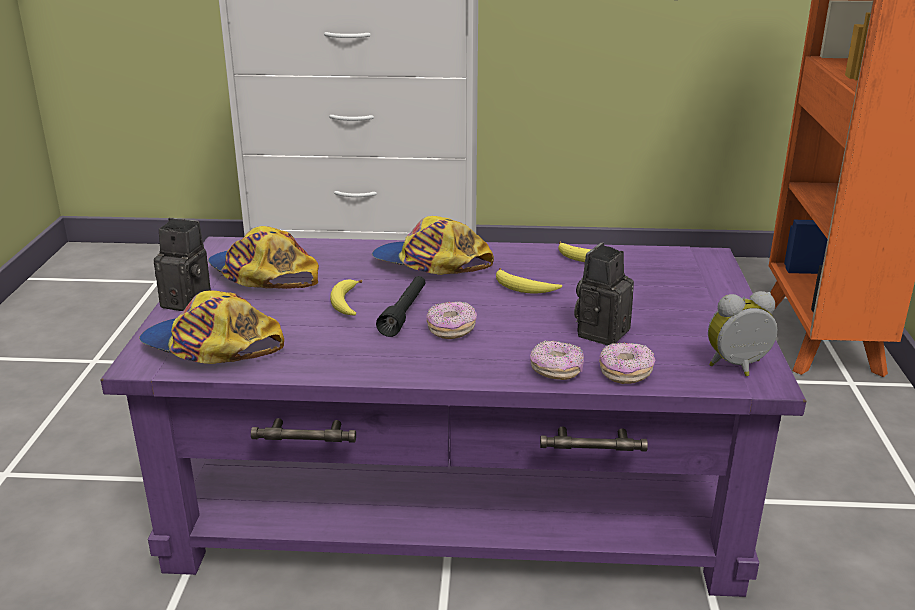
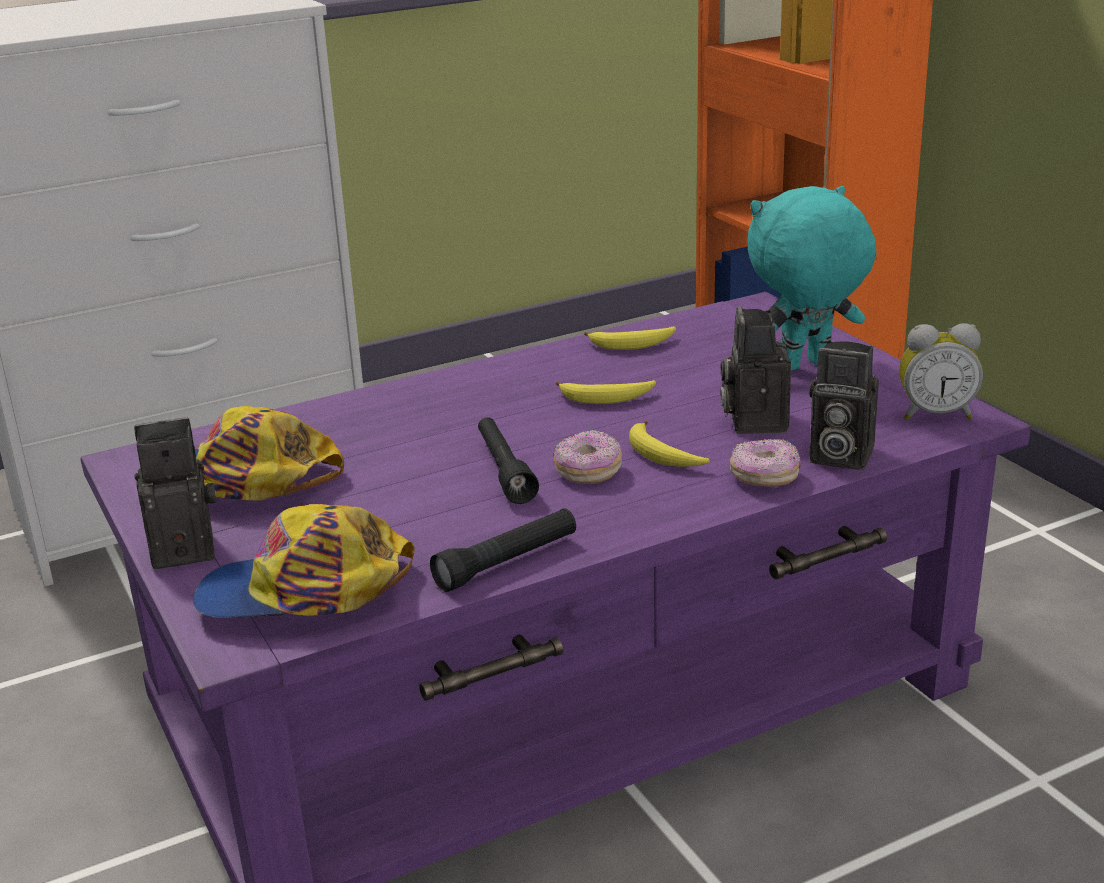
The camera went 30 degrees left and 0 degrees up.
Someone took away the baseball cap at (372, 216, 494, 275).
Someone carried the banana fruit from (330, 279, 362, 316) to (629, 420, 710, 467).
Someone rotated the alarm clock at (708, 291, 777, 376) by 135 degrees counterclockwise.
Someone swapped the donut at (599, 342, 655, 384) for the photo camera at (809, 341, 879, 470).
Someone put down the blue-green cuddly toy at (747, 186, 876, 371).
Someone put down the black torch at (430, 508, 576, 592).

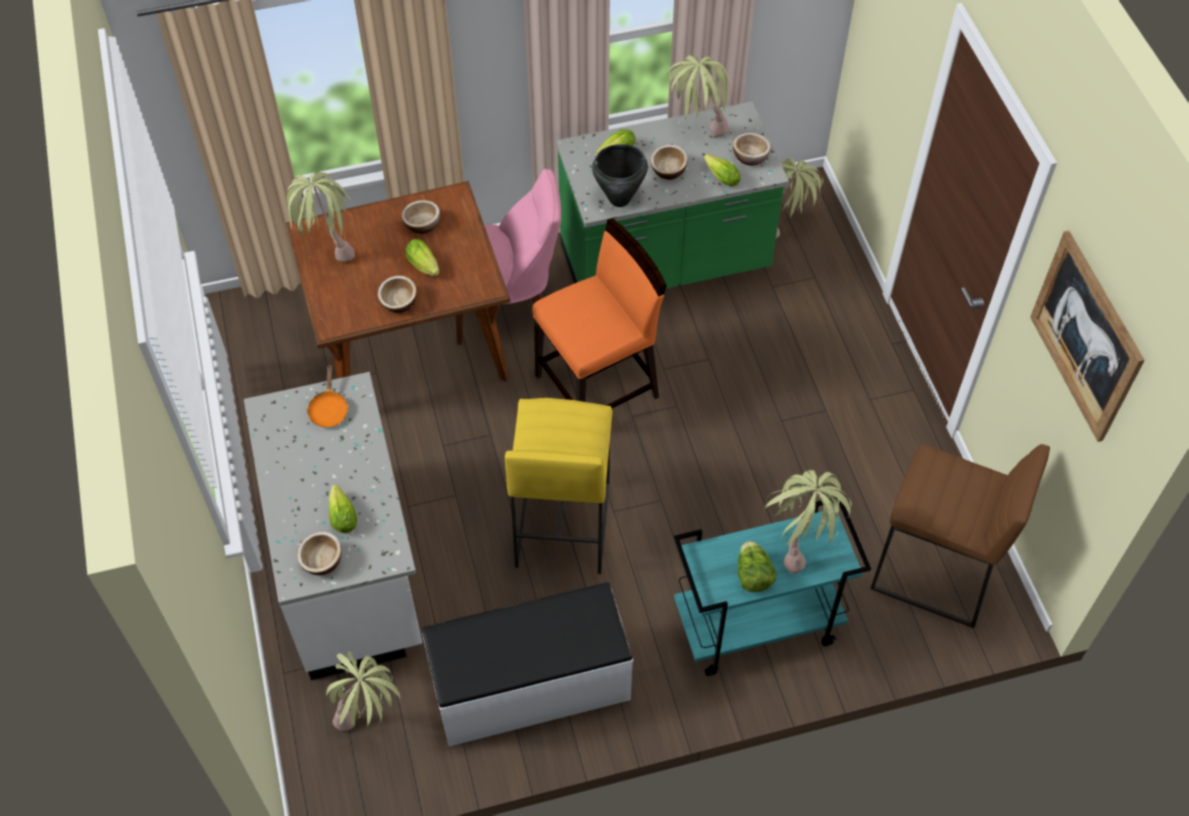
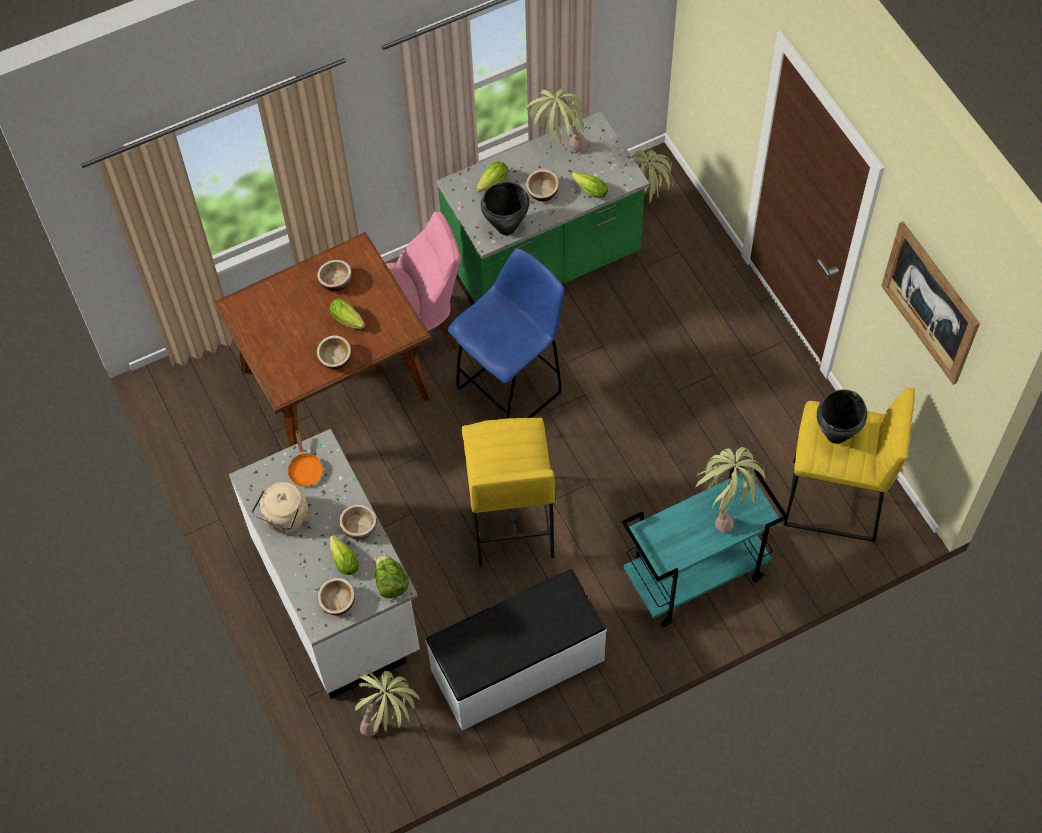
The camera went 10 degrees left and 5 degrees up.
Someone carried the bowl from (733, 133, 771, 166) to (339, 504, 377, 540).
Someone took away the plant in a pot at (285, 171, 355, 262).
Someone swapped the orange-coloured plain chair at (532, 218, 667, 408) for the blue stool seat at (448, 248, 564, 418).
Someone repainted the brownish stool seat at (871, 444, 1050, 628), which became the yellow-coloured stool seat at (783, 388, 915, 542).
Someone carried the lettuce head from (738, 541, 776, 592) to (375, 554, 409, 599).
Someone put down the black saucepot at (817, 389, 867, 444).
Someone put down the sand-coloured tea kettle at (252, 482, 313, 533).

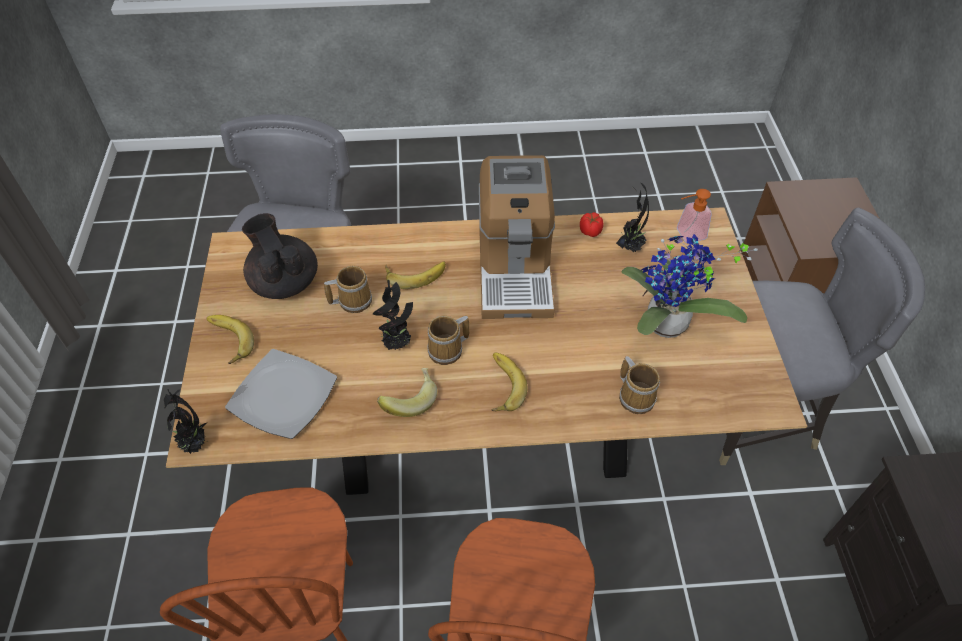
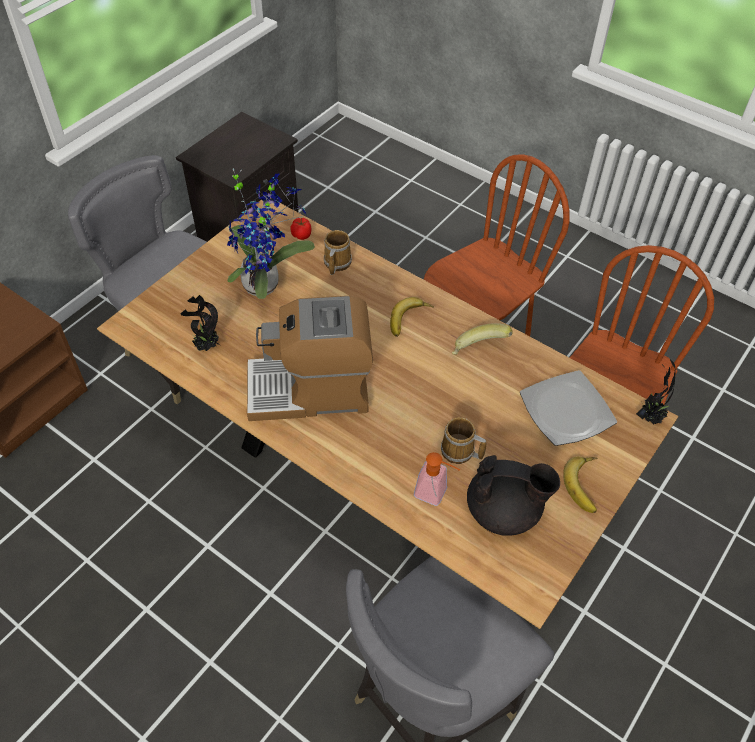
The camera went 140 degrees left and 0 degrees up.
Someone rotated the coffee machine at (479, 155, 555, 319) by 135 degrees counterclockwise.
Someone carried the soap dispenser from (677, 189, 712, 243) to (414, 452, 460, 506).
Someone carried the fresh tomato from (580, 212, 603, 237) to (290, 218, 311, 240).
Someone rotated the black teapot at (242, 213, 318, 299) by 90 degrees counterclockwise.
Someone took away the banana fruit at (385, 261, 446, 289).
Someone took away the plant in a pot at (373, 280, 413, 350).
Someone took away the tea mug at (427, 316, 470, 365).

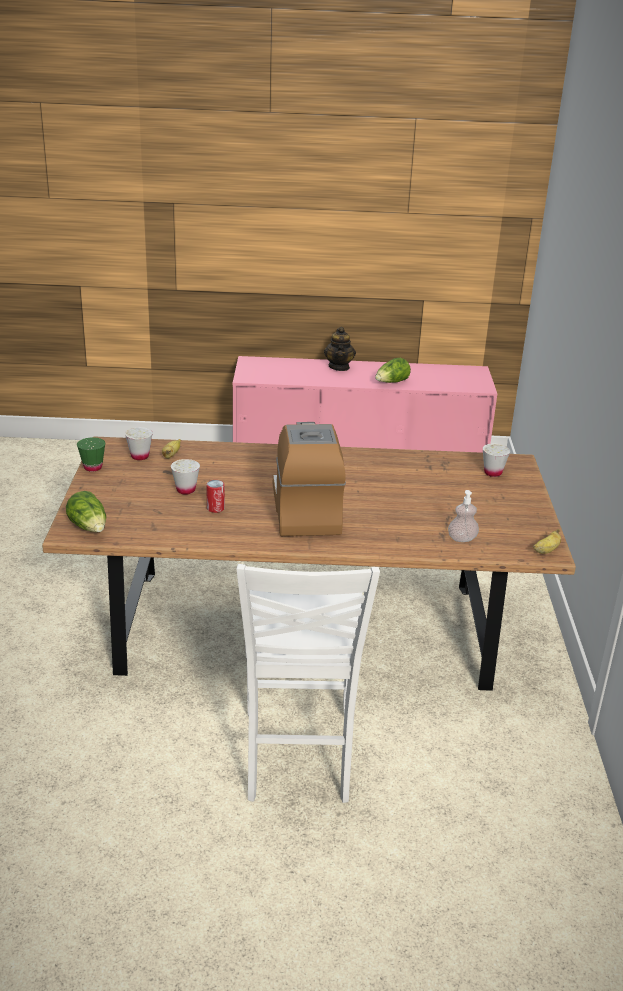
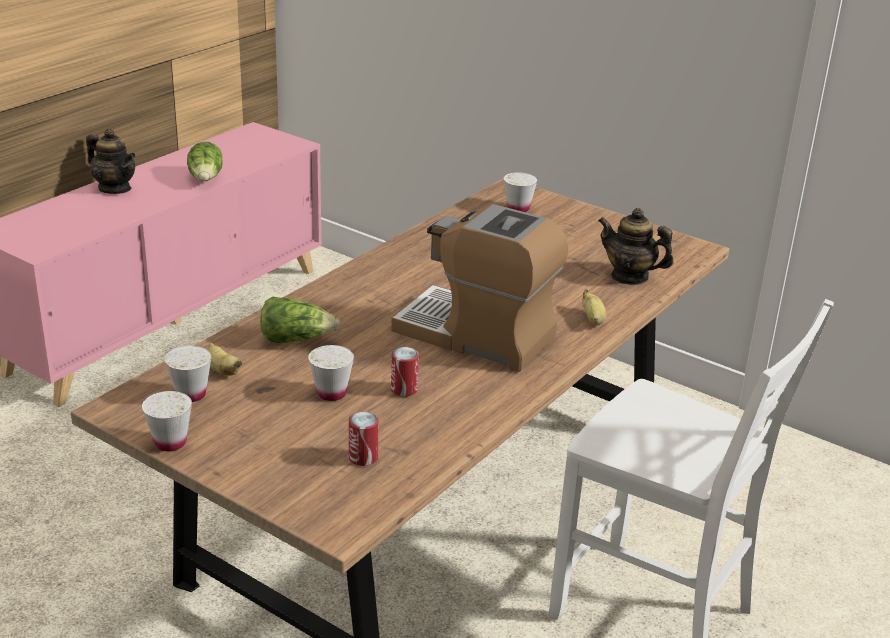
The camera went 55 degrees left and 0 degrees up.
Someone repainted the green-coloured drinking cup at (77, 437, 105, 472), which became the white drinking cup at (142, 391, 192, 451).
Someone swapped the soap dispenser at (448, 490, 479, 542) for the teapot at (598, 208, 674, 285).
Someone carried the lettuce head from (66, 491, 106, 532) to (261, 297, 340, 343).
Someone carried the banana fruit from (533, 529, 561, 554) to (582, 289, 606, 325).
Someone put down the metal can at (349, 412, 379, 466).

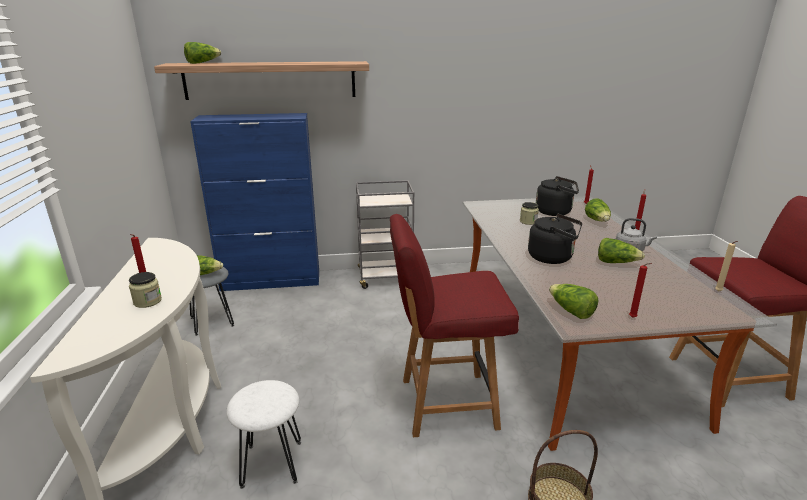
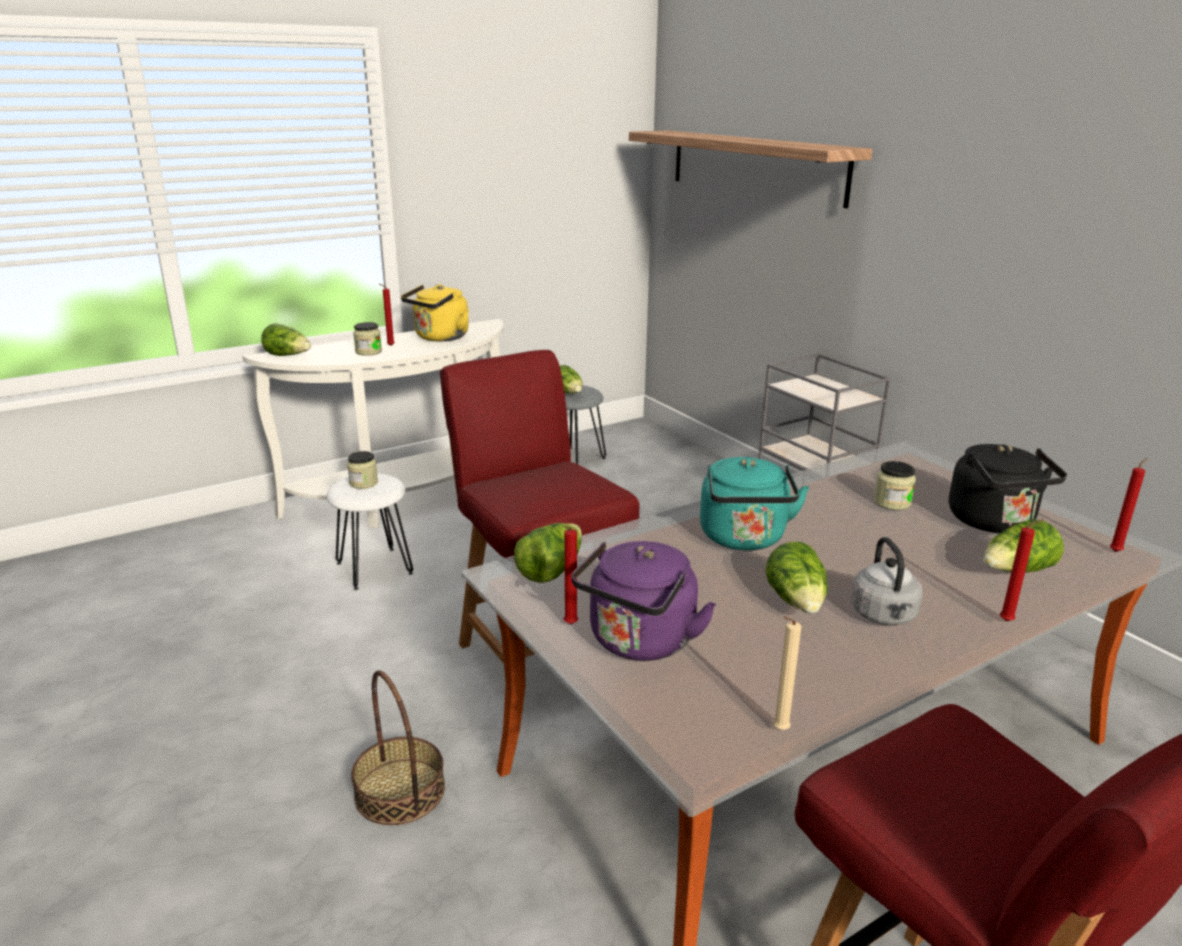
The camera went 65 degrees right and 0 degrees up.
Someone carried the lettuce head from (184, 42, 221, 64) to (261, 323, 311, 356).
Someone took away the blue cabinet at (190, 113, 319, 291).
Someone repainted the black tea kettle at (528, 213, 582, 264), which became the blue-green tea kettle at (700, 457, 809, 550).
Someone put down the yellow-coloured tea kettle at (401, 284, 469, 341).
Someone put down the storage jar at (347, 451, 378, 489).
Someone put down the purple tea kettle at (571, 541, 716, 661).

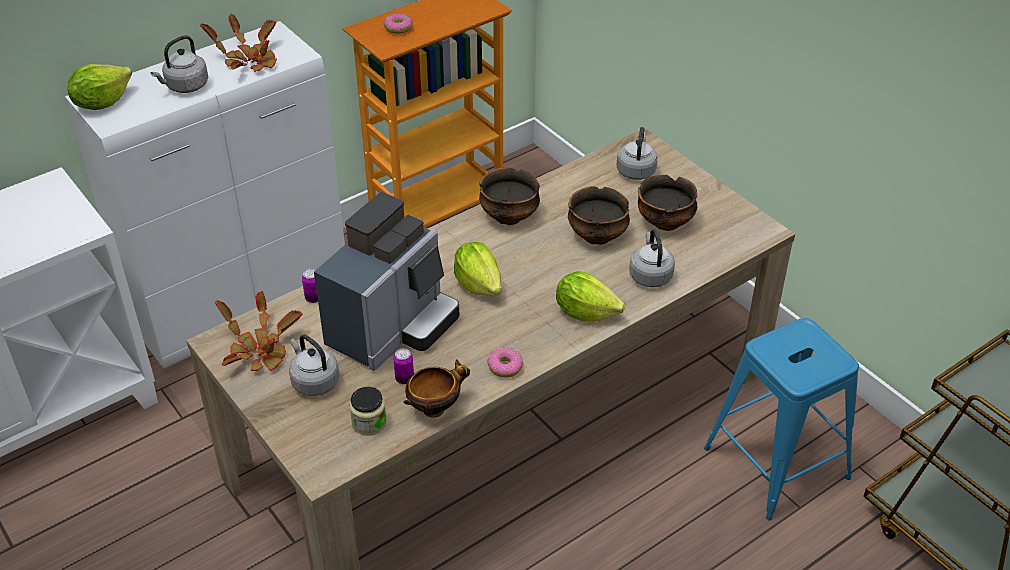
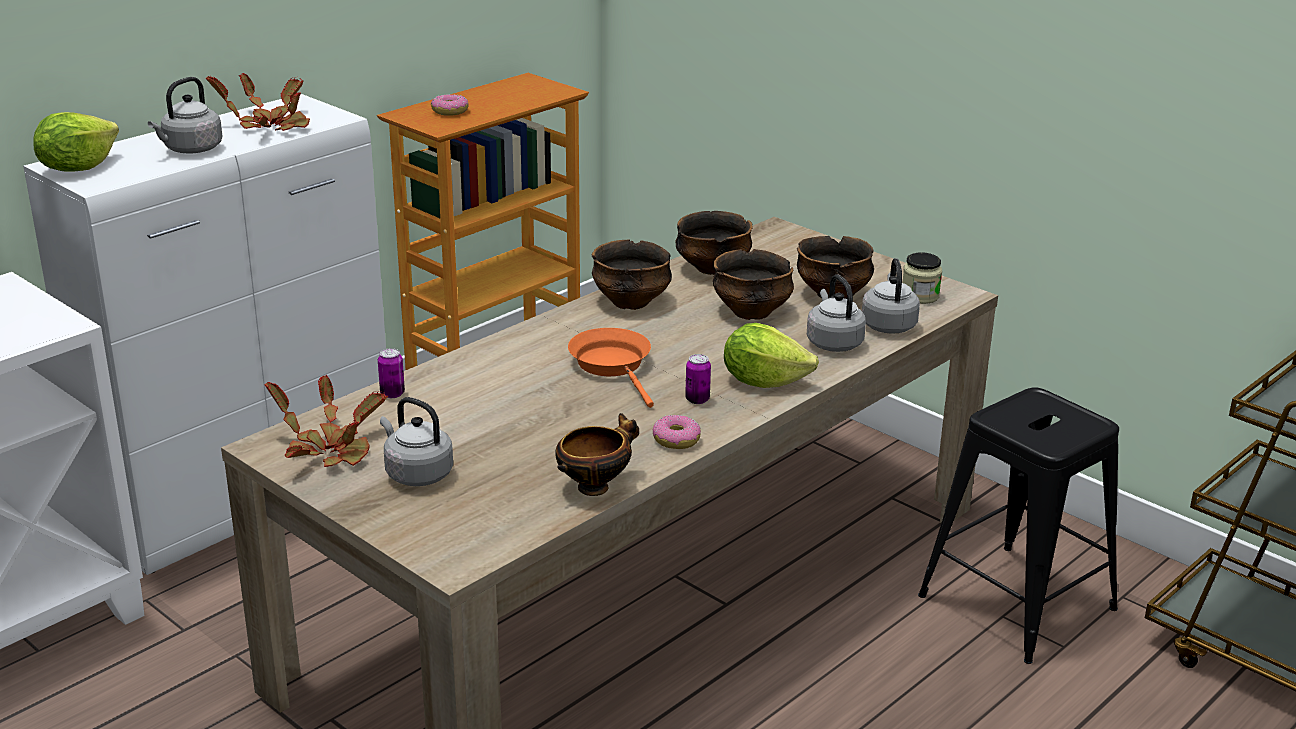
The camera went 10 degrees left and 15 degrees down.
Someone carried the gray tea kettle from (617, 127, 658, 180) to (862, 258, 920, 334).
Someone took away the coffee machine at (314, 192, 460, 371).
Someone swapped the lettuce head at (454, 242, 502, 296) for the orange-coloured skillet at (568, 328, 654, 408).
Someone repainted the blue stool seat at (704, 318, 859, 520), which became the black stool seat at (918, 387, 1119, 664).
Someone carried the metal can from (393, 349, 414, 384) to (685, 354, 711, 404).
Someone carried the storage jar from (349, 387, 387, 435) to (903, 252, 942, 304).
Someone put down the bowl at (675, 211, 753, 275).

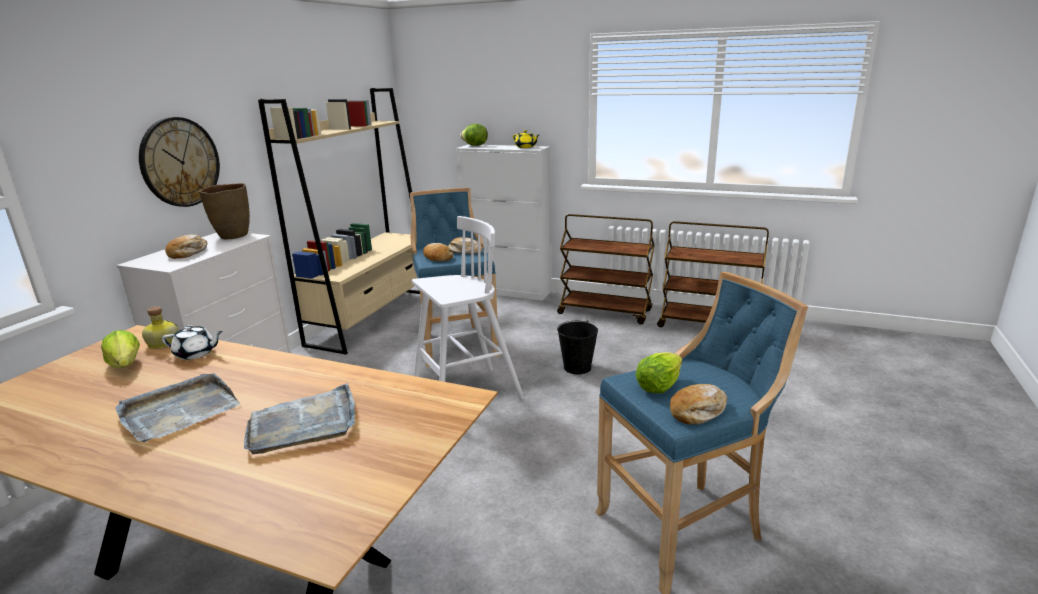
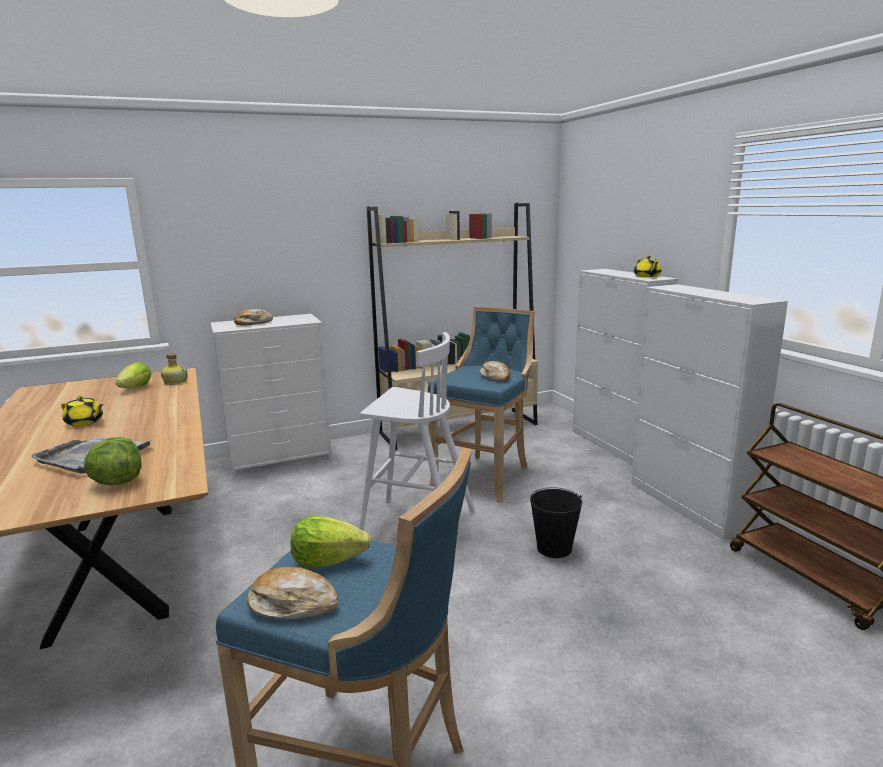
The camera went 45 degrees right and 5 degrees down.
Someone took away the clock on the wall at (139, 117, 220, 207).
Someone carried the lettuce head from (460, 124, 488, 146) to (84, 437, 142, 485).
Someone took away the brownish flower vase at (199, 183, 250, 239).
Someone swapped the brownish cart at (557, 214, 655, 324) for the white cabinet at (631, 284, 788, 540).
Someone took away the baked bread at (423, 243, 453, 261).
Someone took away the white teapot at (162, 325, 223, 360).
Someone swapped the gray tray at (115, 374, 241, 443) for the yellow-coloured teapot at (61, 396, 104, 427).

